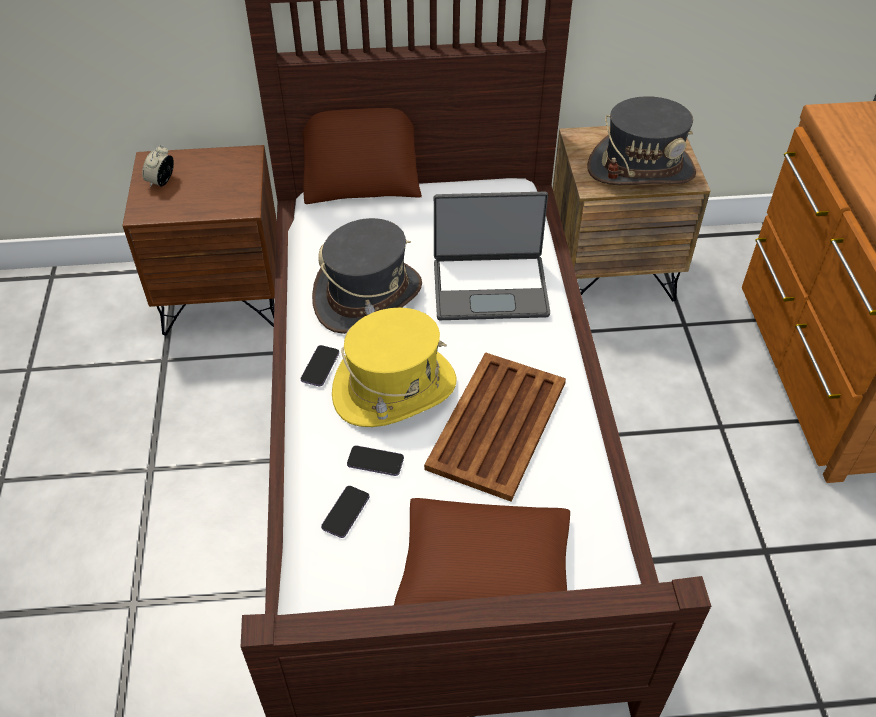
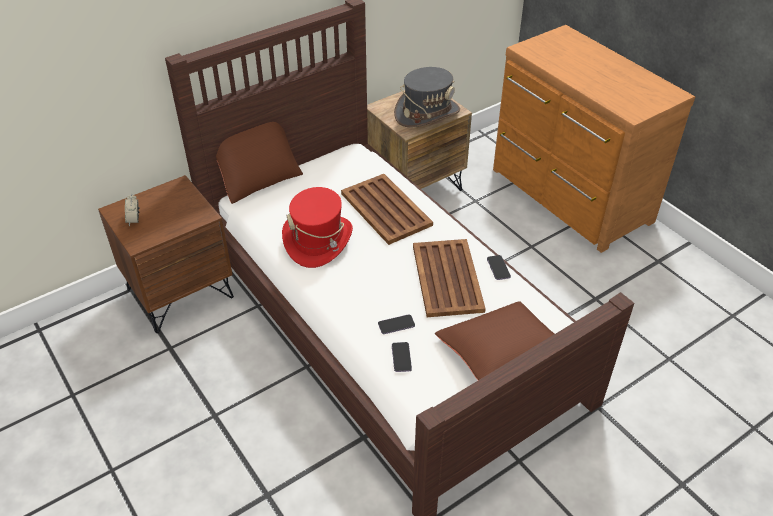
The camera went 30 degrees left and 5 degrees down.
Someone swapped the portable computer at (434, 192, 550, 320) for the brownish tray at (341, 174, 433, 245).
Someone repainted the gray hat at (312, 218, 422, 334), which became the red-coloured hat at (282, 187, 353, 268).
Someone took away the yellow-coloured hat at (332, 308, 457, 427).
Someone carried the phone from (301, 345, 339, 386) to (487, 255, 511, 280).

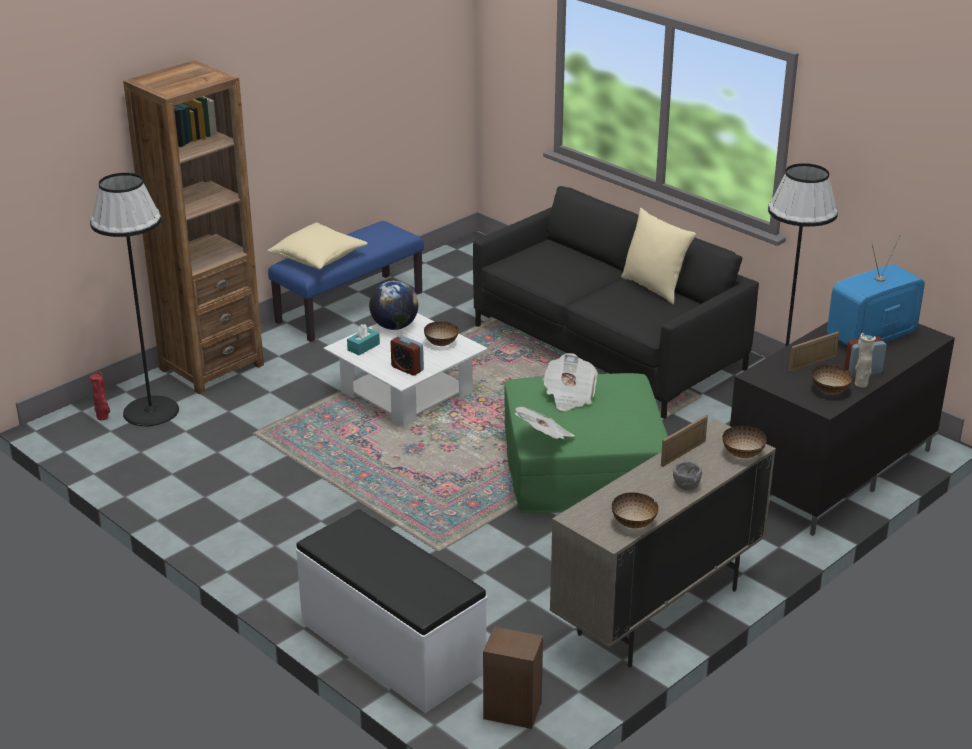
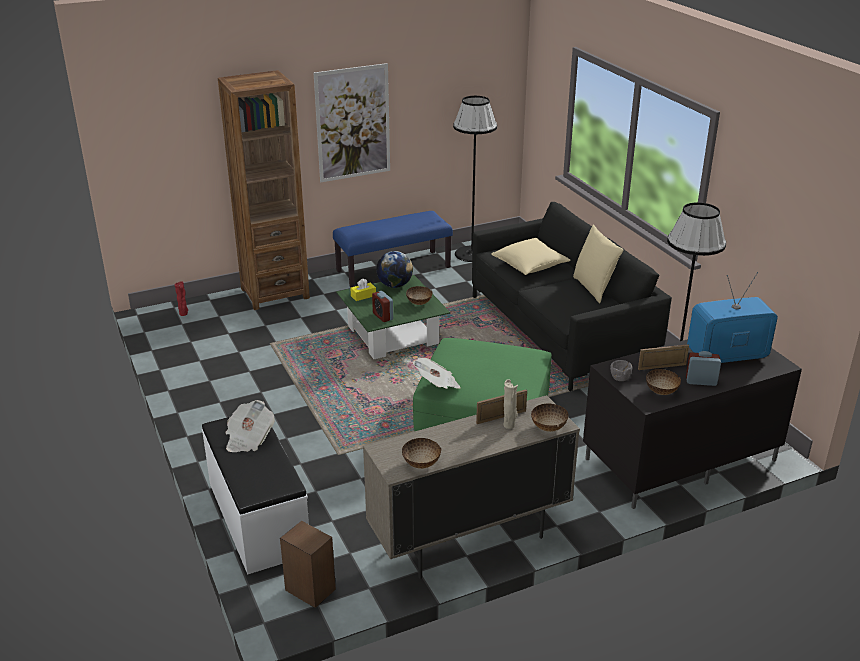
The camera went 20 degrees right and 0 degrees up.
Someone carried the black standing lamp from (90, 173, 179, 426) to (453, 96, 497, 262).
Someone carried the sand-coloured pillow from (267, 223, 368, 269) to (491, 238, 570, 275).
Someone repainted the white lounge table at (323, 313, 488, 427), which became the green-coloured lounge table at (336, 275, 450, 359).
Someone repainted the blue-green tissue holder at (347, 324, 380, 355), which became the yellow-coloured tissue holder at (350, 279, 376, 301).
Someone carried the sand-coloured flower vase from (855, 333, 876, 388) to (504, 379, 518, 429).
Someone carried the printed paper from (543, 353, 598, 411) to (226, 400, 275, 452).
Someone carried the gray bowl from (673, 461, 702, 490) to (610, 360, 632, 381).
Someone put up the wall picture at (314, 63, 390, 182).

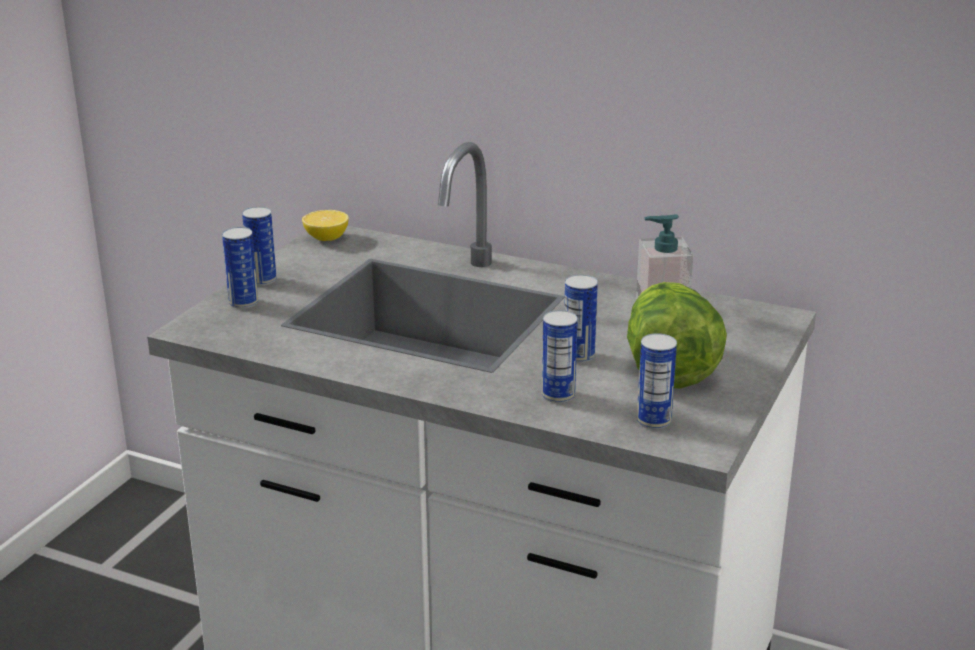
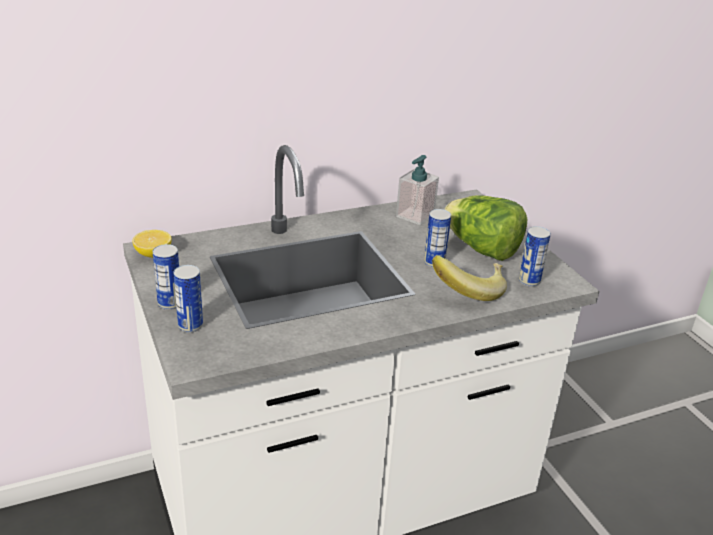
The camera went 50 degrees left and 5 degrees up.
Someone swapped the metal can at (542, 310, 578, 403) for the banana fruit at (432, 255, 507, 301).

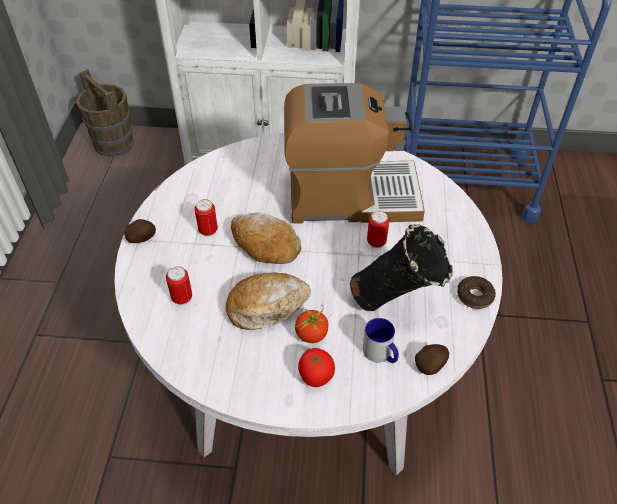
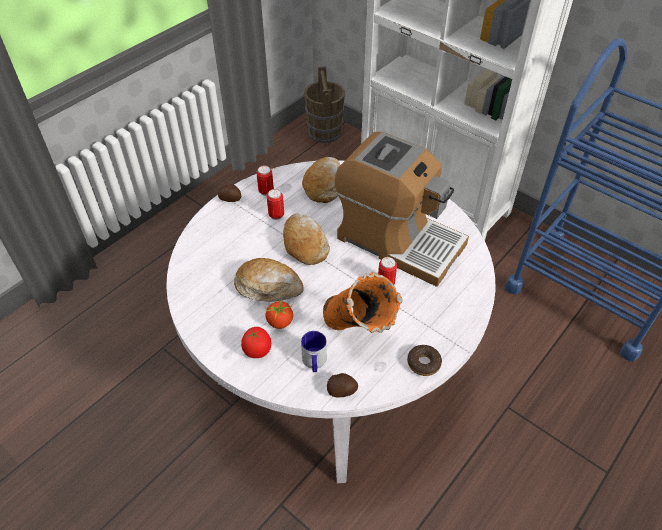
The camera went 35 degrees right and 0 degrees up.
Someone repainted the black flower vase at (350, 224, 453, 311), which became the orange-coloured flower vase at (323, 272, 403, 333).
Someone carried the metal can from (166, 266, 192, 305) to (256, 166, 274, 196).
Someone put down the baked bread at (302, 157, 341, 203).

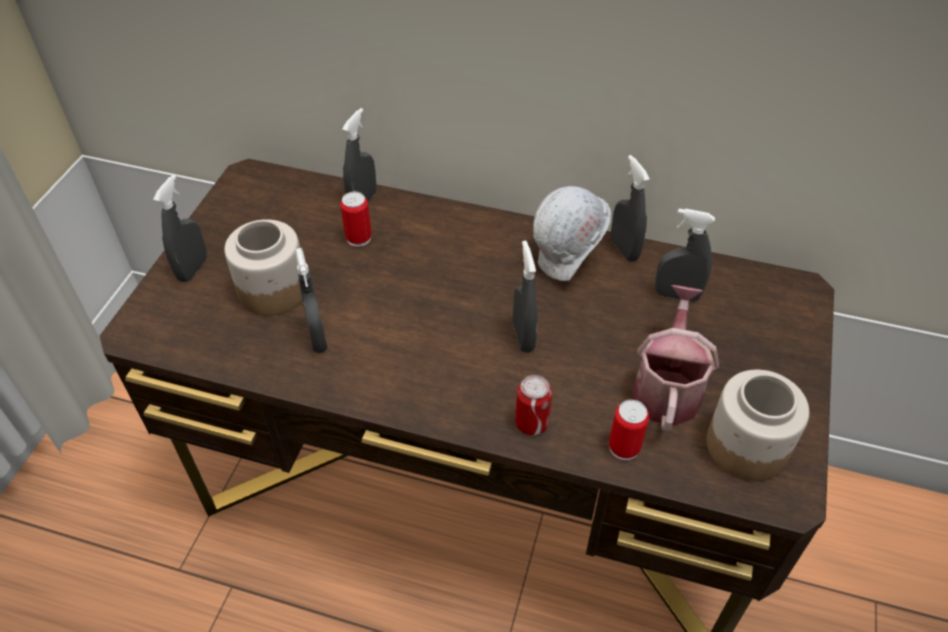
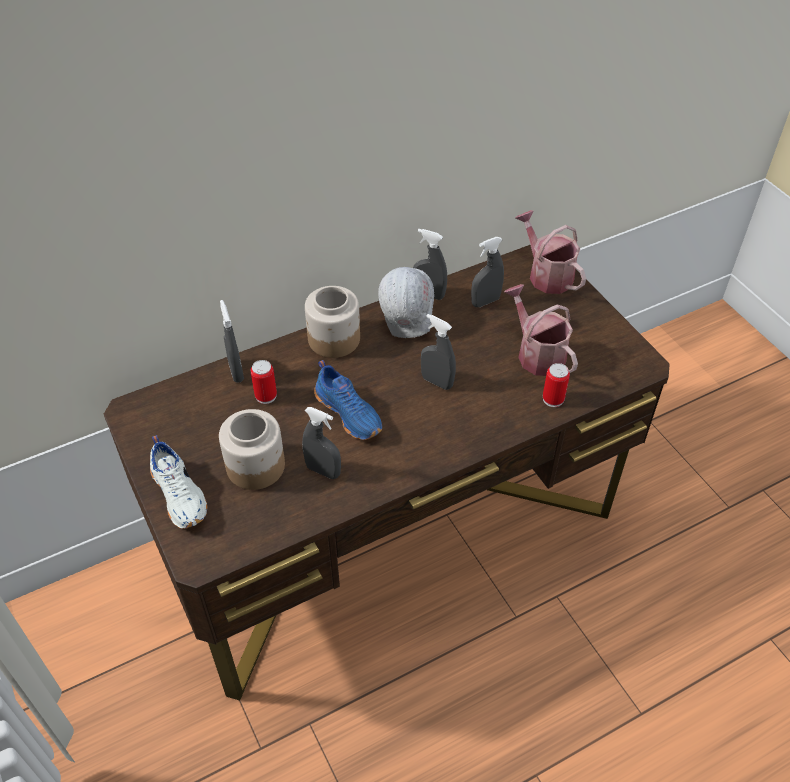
The camera went 45 degrees left and 0 degrees up.
Someone swapped the gray sprayer at (153, 174, 207, 282) for the white shoe at (150, 435, 208, 529).
Someone carried the storage jar from (706, 370, 809, 481) to (305, 286, 360, 358).
Someone took away the metal can at (515, 375, 552, 435).
Someone put down the watering can at (515, 210, 586, 294).
Someone put down the blue shoe at (314, 360, 382, 440).

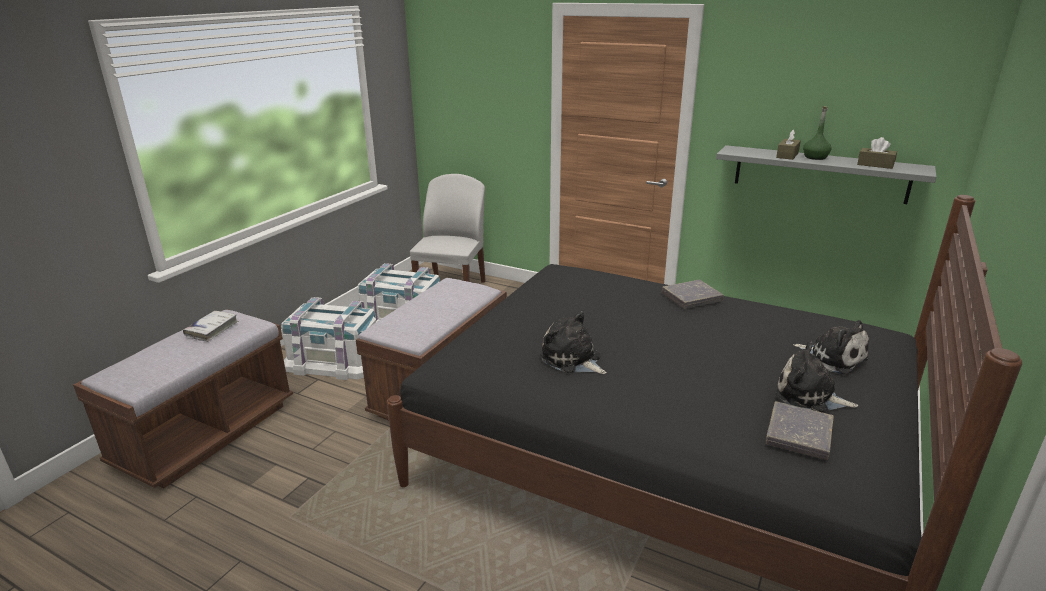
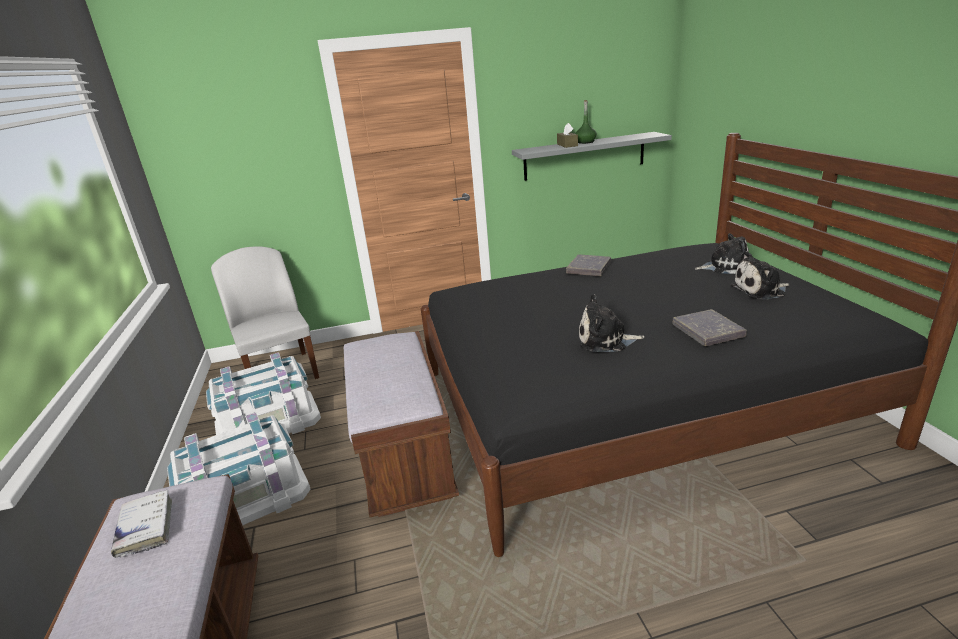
The camera went 40 degrees left and 0 degrees up.
Someone took away the brownish tissue holder at (857, 137, 897, 169).
Someone carried the gray volume from (766, 401, 834, 460) to (673, 309, 747, 346).

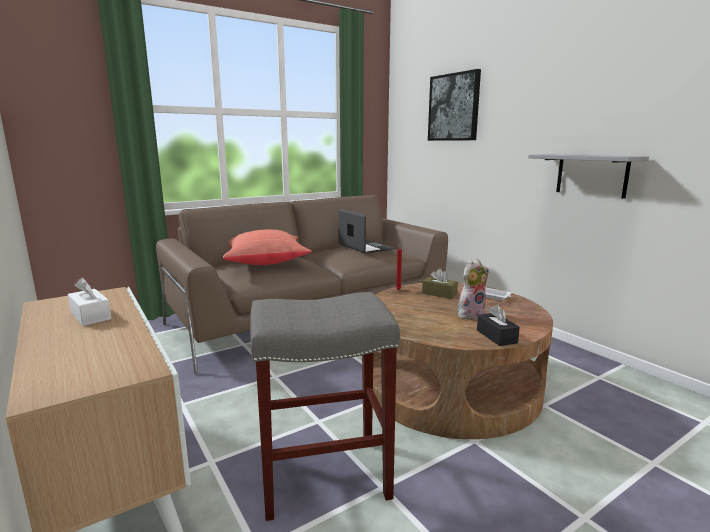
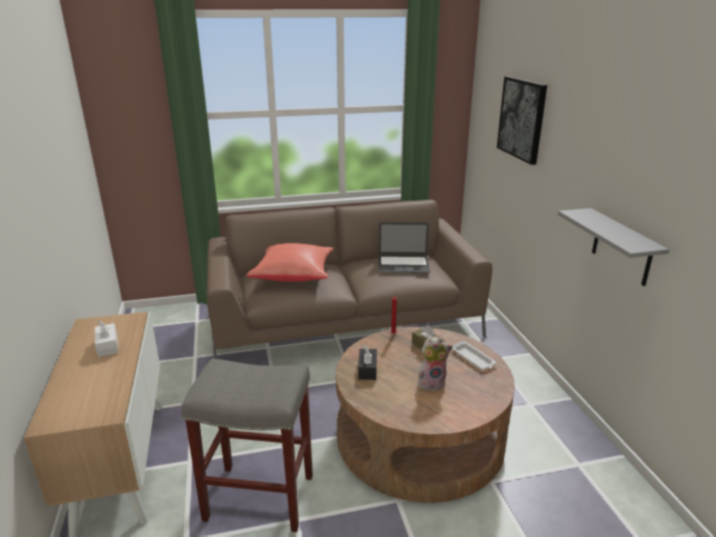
The camera went 20 degrees right and 10 degrees up.
Someone rotated the portable computer at (338, 209, 395, 254) by 105 degrees clockwise.
Someone carried the black tissue holder from (477, 305, 520, 346) to (358, 346, 377, 380).

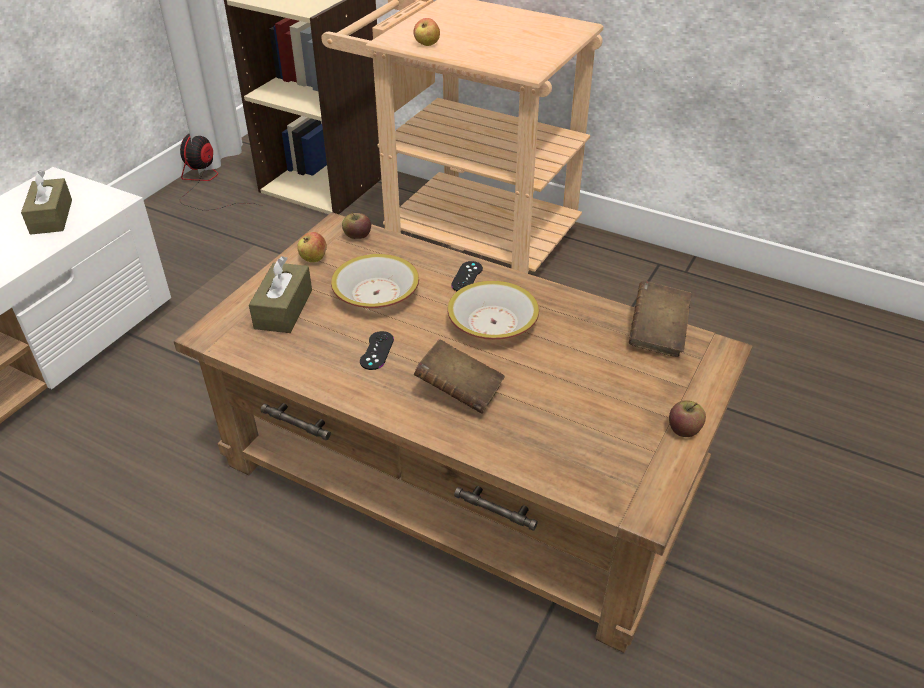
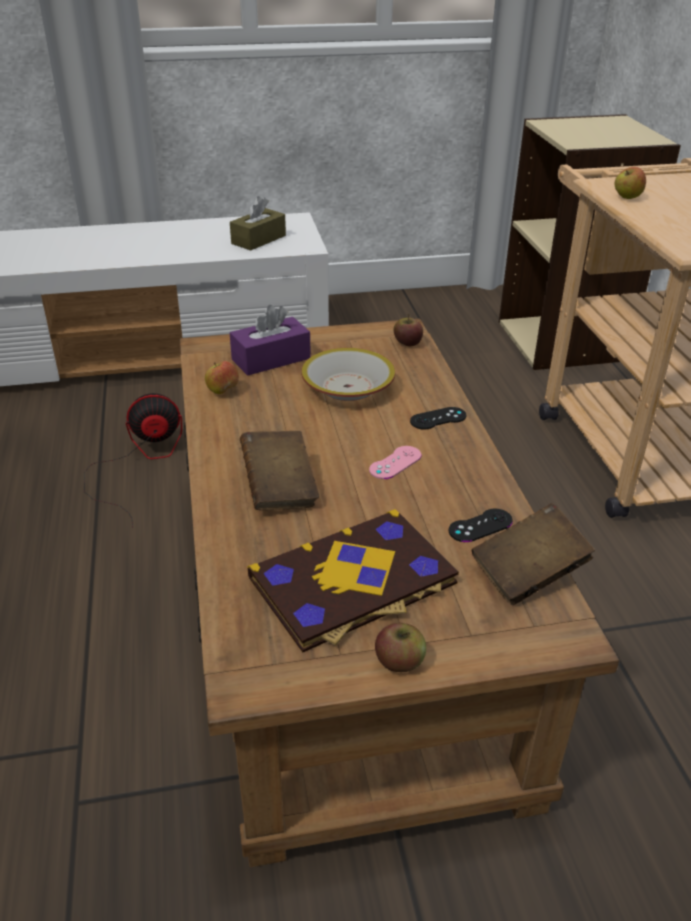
The camera went 50 degrees right and 5 degrees down.
Someone carried the electric fan from (180, 134, 262, 210) to (84, 393, 182, 528).
Someone carried the apple fruit from (297, 232, 327, 262) to (205, 361, 239, 394).
Someone repainted the brownish tissue holder at (249, 256, 312, 333), which became the purple tissue holder at (230, 305, 311, 376).
Someone swapped the bowl at (448, 281, 539, 340) for the pink gamepad at (369, 446, 421, 479).
Someone carried the black gamepad from (360, 331, 394, 370) to (449, 509, 513, 542).
Someone put down the volume at (248, 509, 459, 652).

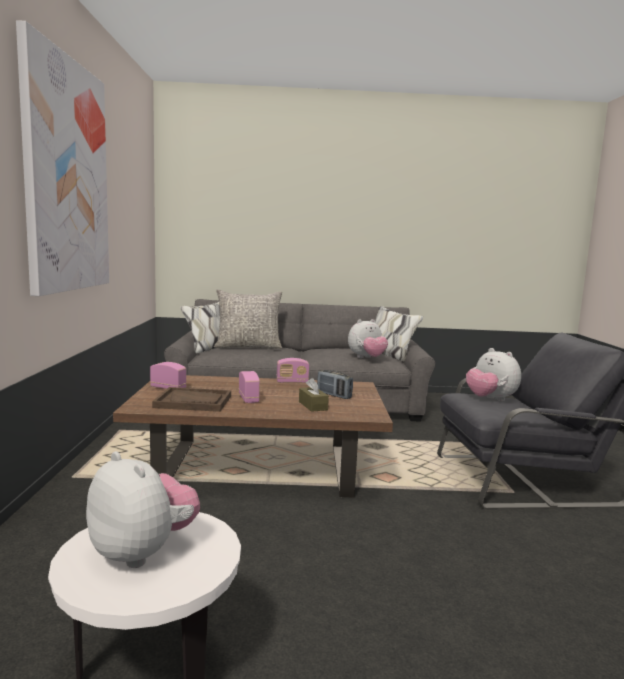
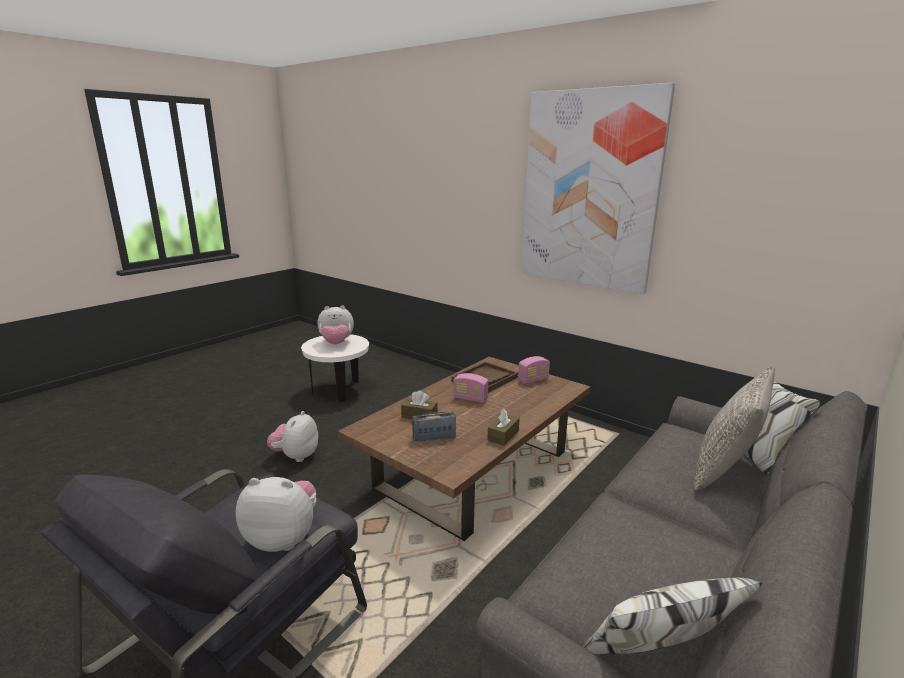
The camera went 130 degrees right and 10 degrees up.
Someone carried the cuddly toy from (348, 319, 388, 358) to (267, 411, 318, 462).
Someone swapped the radio at (276, 358, 309, 383) for the brownish tissue holder at (487, 409, 520, 446).

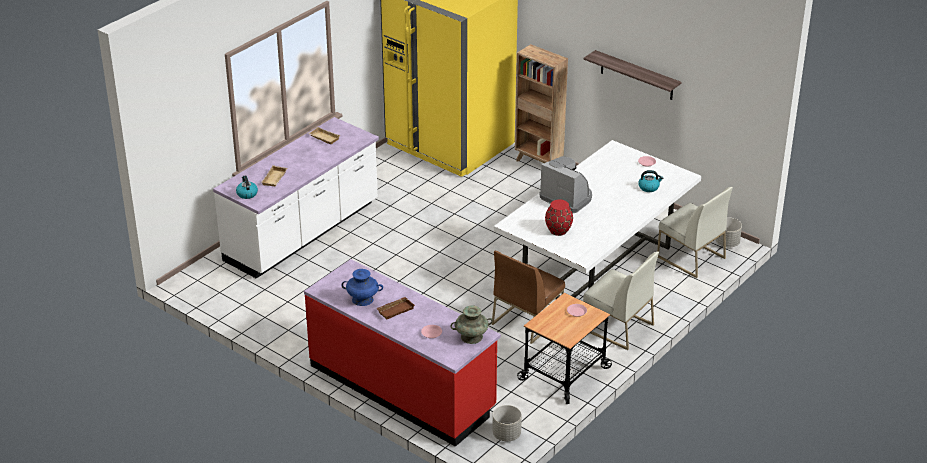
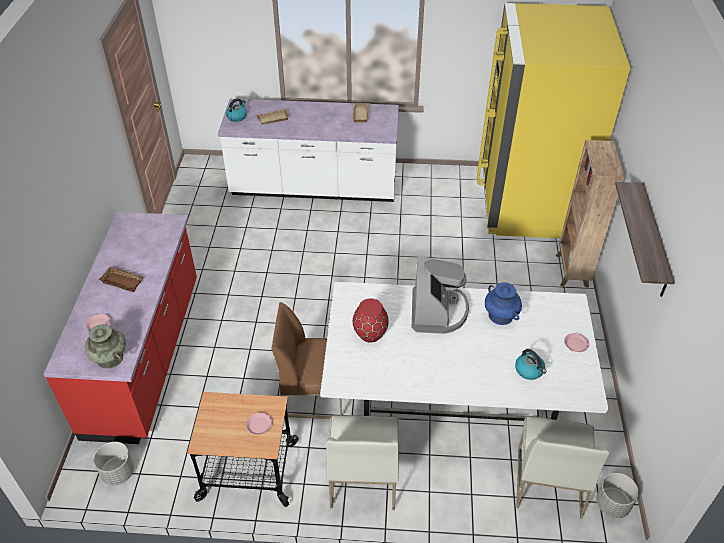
The camera went 55 degrees right and 10 degrees up.
Someone carried the blue flower vase from (342, 269, 383, 306) to (485, 283, 522, 325).

